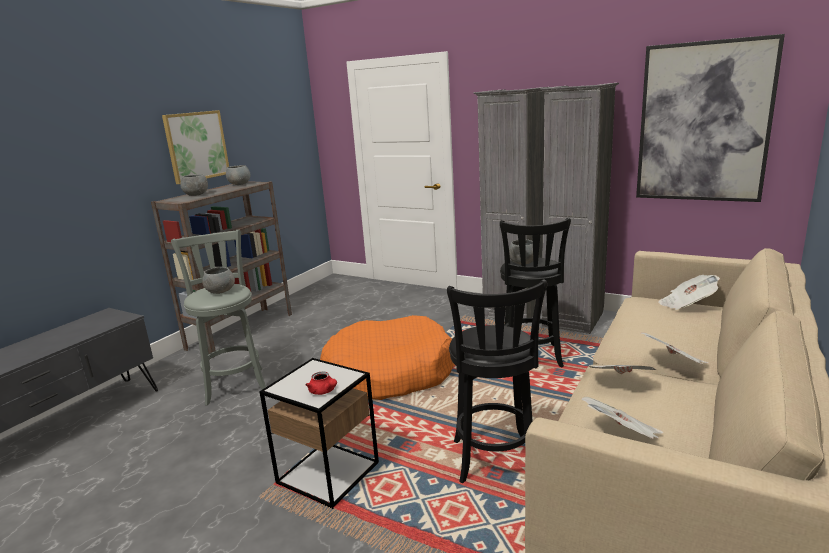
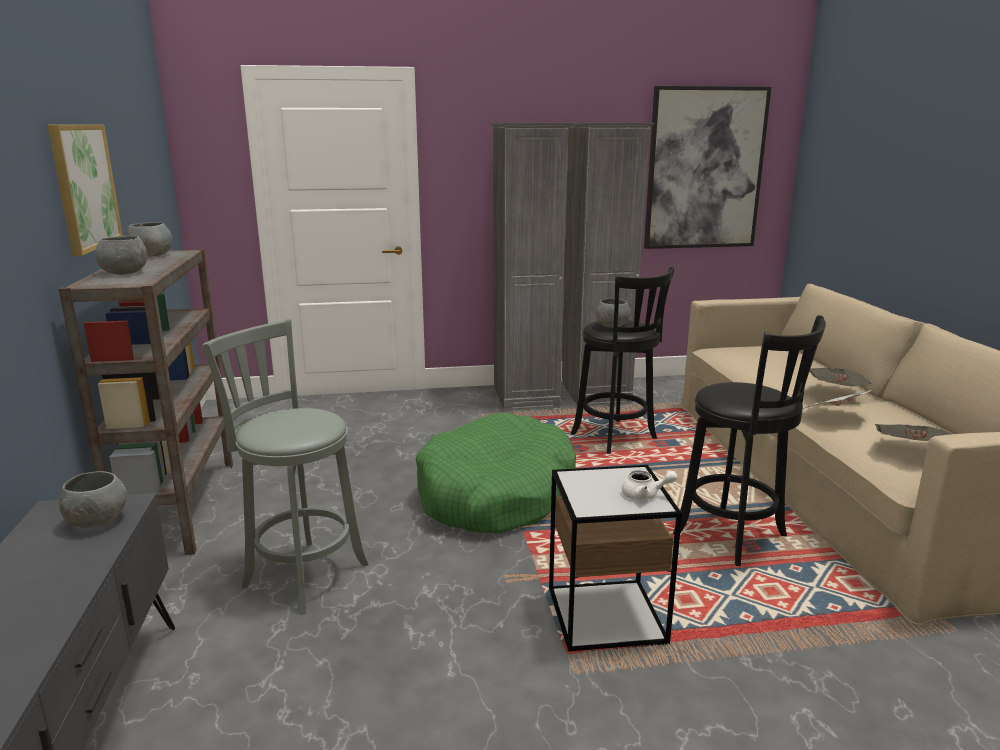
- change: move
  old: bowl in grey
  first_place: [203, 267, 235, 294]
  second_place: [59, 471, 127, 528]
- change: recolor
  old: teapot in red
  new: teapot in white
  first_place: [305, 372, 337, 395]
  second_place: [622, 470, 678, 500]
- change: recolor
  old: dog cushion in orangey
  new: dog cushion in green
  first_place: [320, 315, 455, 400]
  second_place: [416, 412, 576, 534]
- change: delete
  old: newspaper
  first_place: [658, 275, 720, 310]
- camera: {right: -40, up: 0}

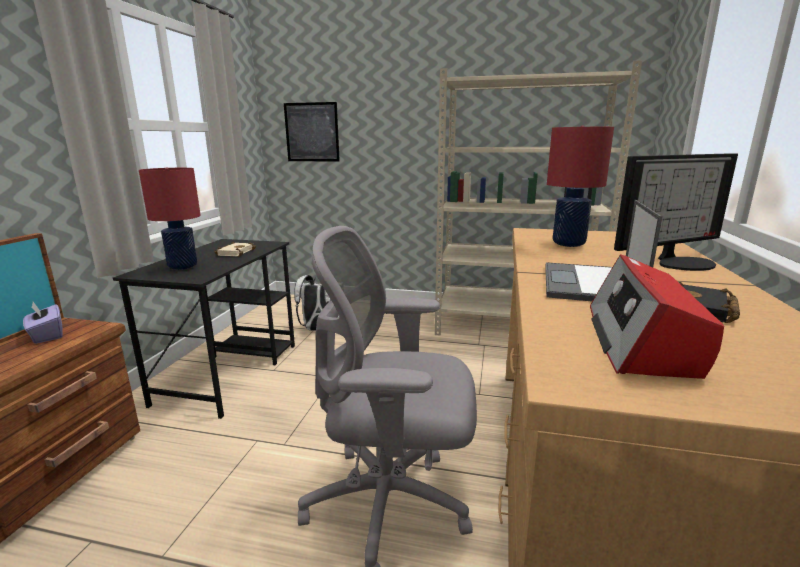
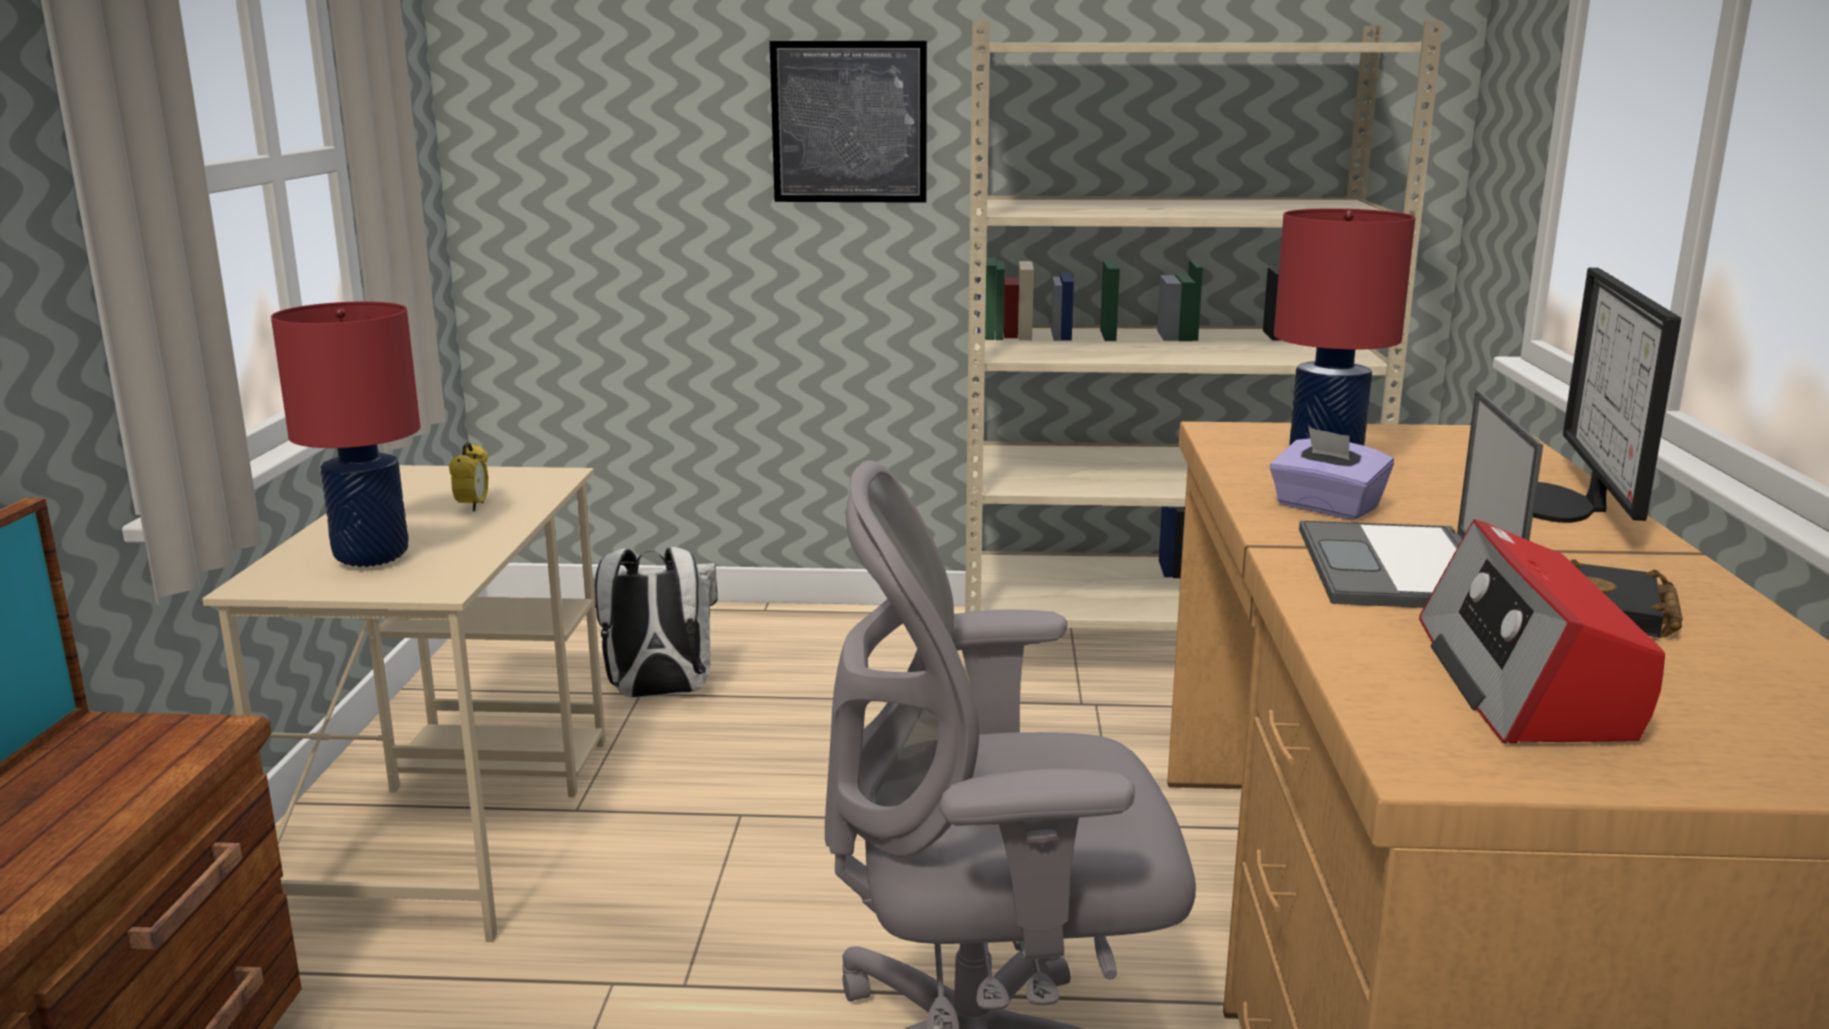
- change: move
  old: tissue holder in purple-coloured
  first_place: [23, 302, 63, 344]
  second_place: [1270, 427, 1394, 520]
- change: recolor
  old: desk unit in black
  new: desk unit in beige-coloured
  first_place: [113, 239, 295, 419]
  second_place: [202, 465, 606, 942]
- change: replace
  old: volume in beige-coloured
  new: bedside clock
  first_place: [214, 242, 256, 257]
  second_place: [449, 442, 488, 511]
- change: move
  old: wall art
  first_place: [284, 102, 340, 162]
  second_place: [770, 41, 927, 203]
- change: rotate
  old: computer screen
  first_place: [614, 153, 738, 271]
  second_place: [1533, 268, 1681, 523]
  degrees: 135
- camera: {right: -10, up: 0}

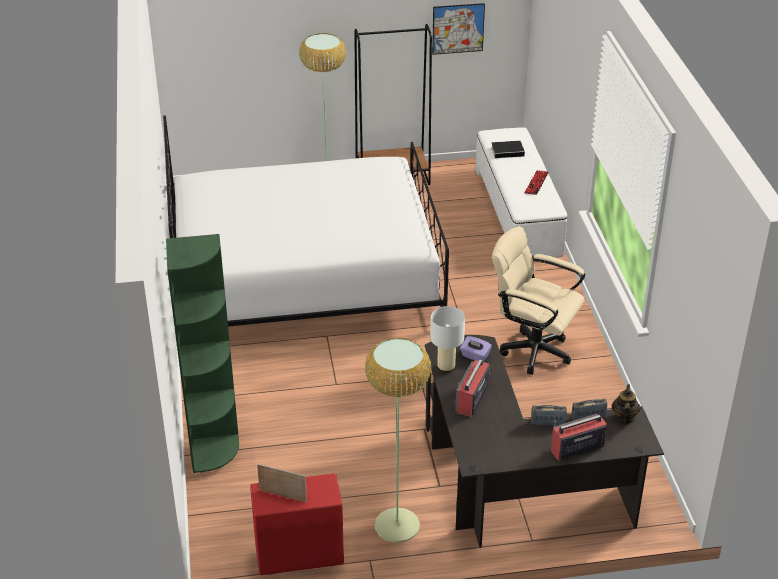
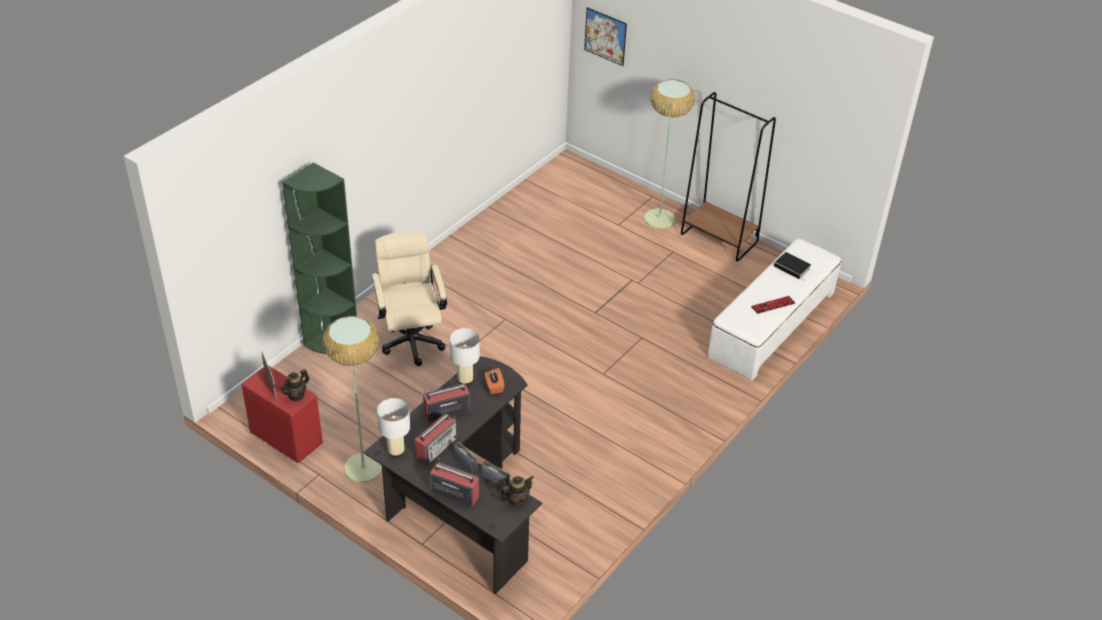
- change: delete
  old: bedroom bed in white
  first_place: [163, 116, 449, 327]
- change: move
  old: wall art
  first_place: [432, 3, 485, 55]
  second_place: [584, 7, 627, 66]
- change: recolor
  old: tissue holder in purple-coloured
  new: tissue holder in orangey
  first_place: [460, 336, 492, 361]
  second_place: [485, 368, 504, 394]
- change: move
  old: computer chair in beige-coloured
  first_place: [492, 226, 585, 375]
  second_place: [371, 231, 447, 366]
- change: insert
  new: teapot
  second_place: [280, 369, 310, 401]
- change: insert
  new: lamp for a table in white
  second_place: [377, 398, 410, 457]
- change: insert
  new: radio
  second_place: [415, 414, 457, 464]
- camera: {right: 45, up: 5}

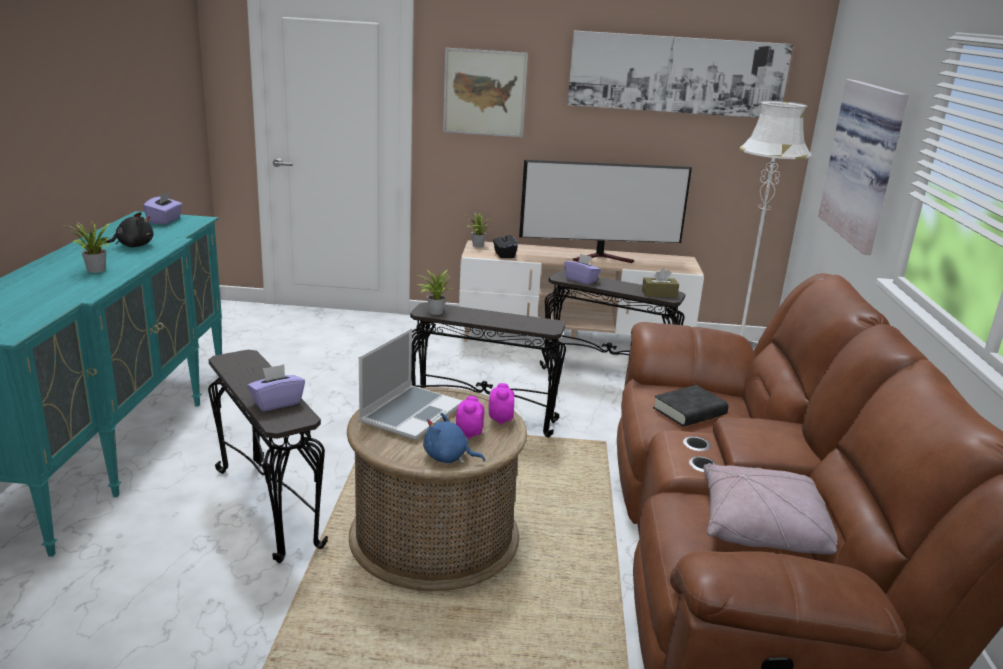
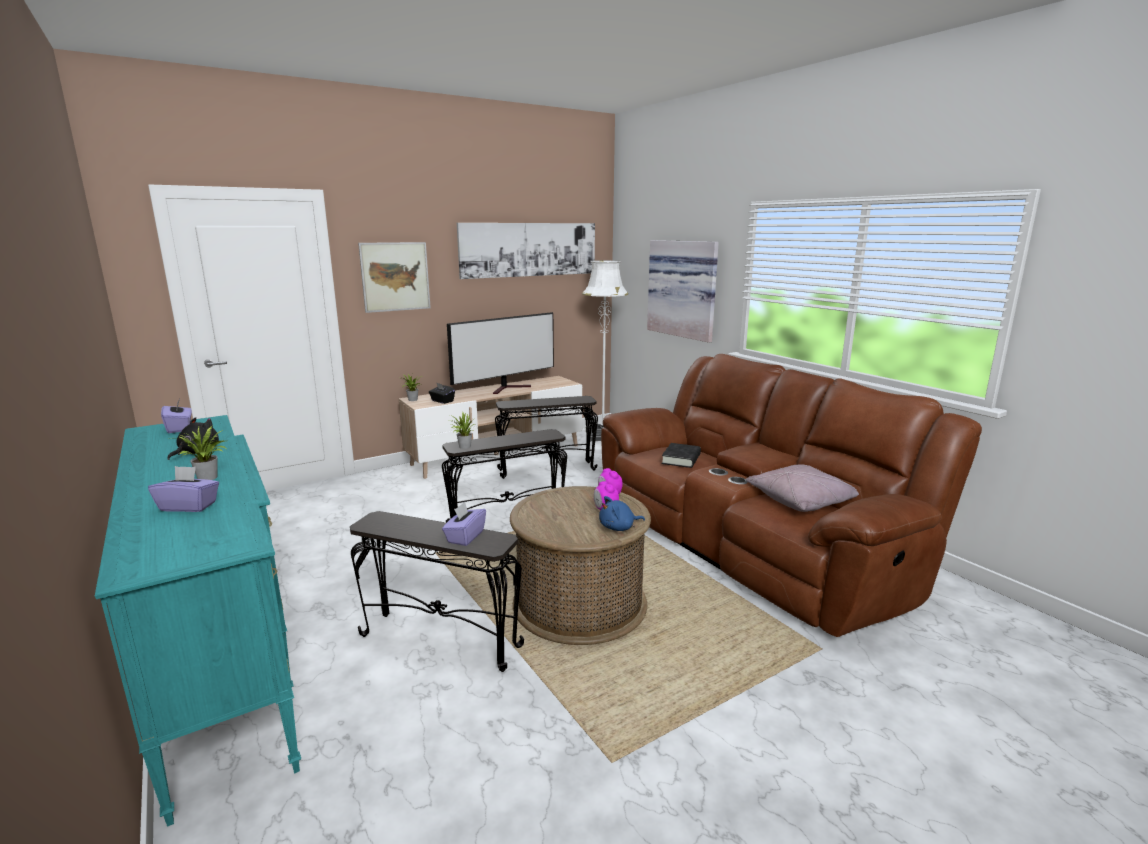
- change: delete
  old: notebook computer
  first_place: [359, 328, 462, 440]
- change: move
  old: tissue holder in purple-coloured
  first_place: [564, 253, 601, 284]
  second_place: [148, 466, 219, 512]
- change: delete
  old: tissue holder in brown-coloured
  first_place: [642, 268, 679, 298]
- camera: {right: -35, up: -5}

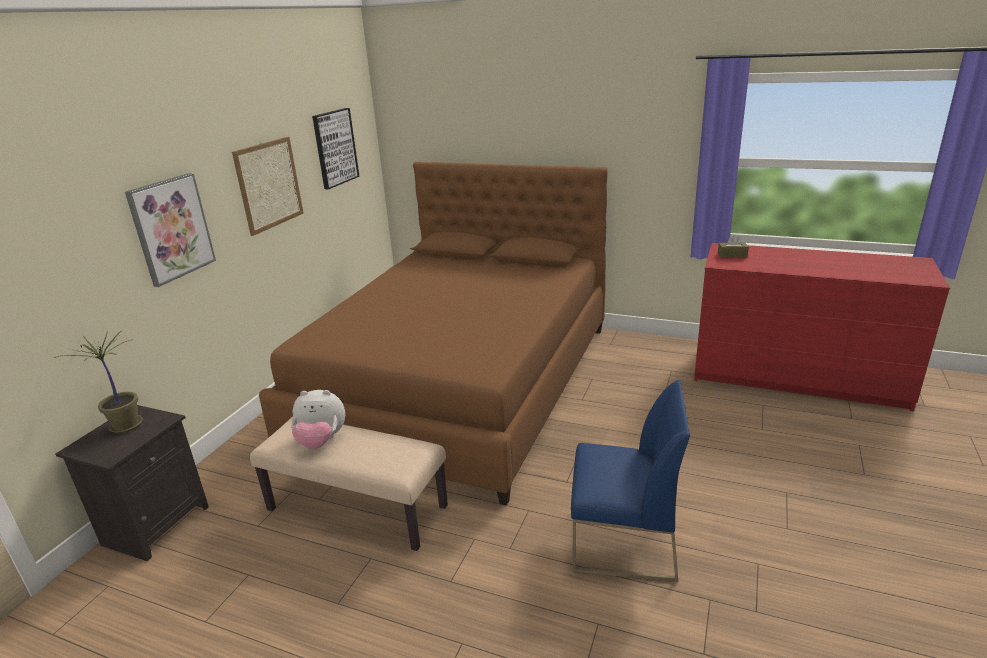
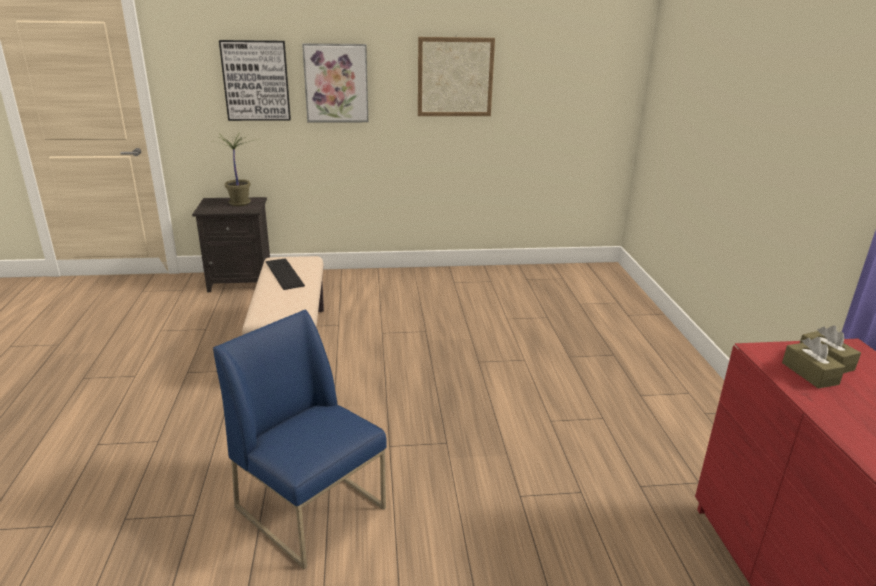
- change: delete
  old: bedroom bed in brown-coloured
  first_place: [259, 161, 608, 505]
- change: replace
  old: soft toy
  new: keyboard
  first_place: [291, 390, 345, 449]
  second_place: [266, 258, 305, 290]
- change: move
  old: wall art
  first_place: [312, 108, 360, 189]
  second_place: [219, 40, 291, 121]
- change: rotate
  old: chair in blue
  first_place: [571, 380, 690, 582]
  second_place: [213, 309, 387, 569]
  degrees: 150
- change: insert
  new: tissue holder in brown-coloured
  second_place: [782, 337, 845, 389]
- camera: {right: 60, up: 0}

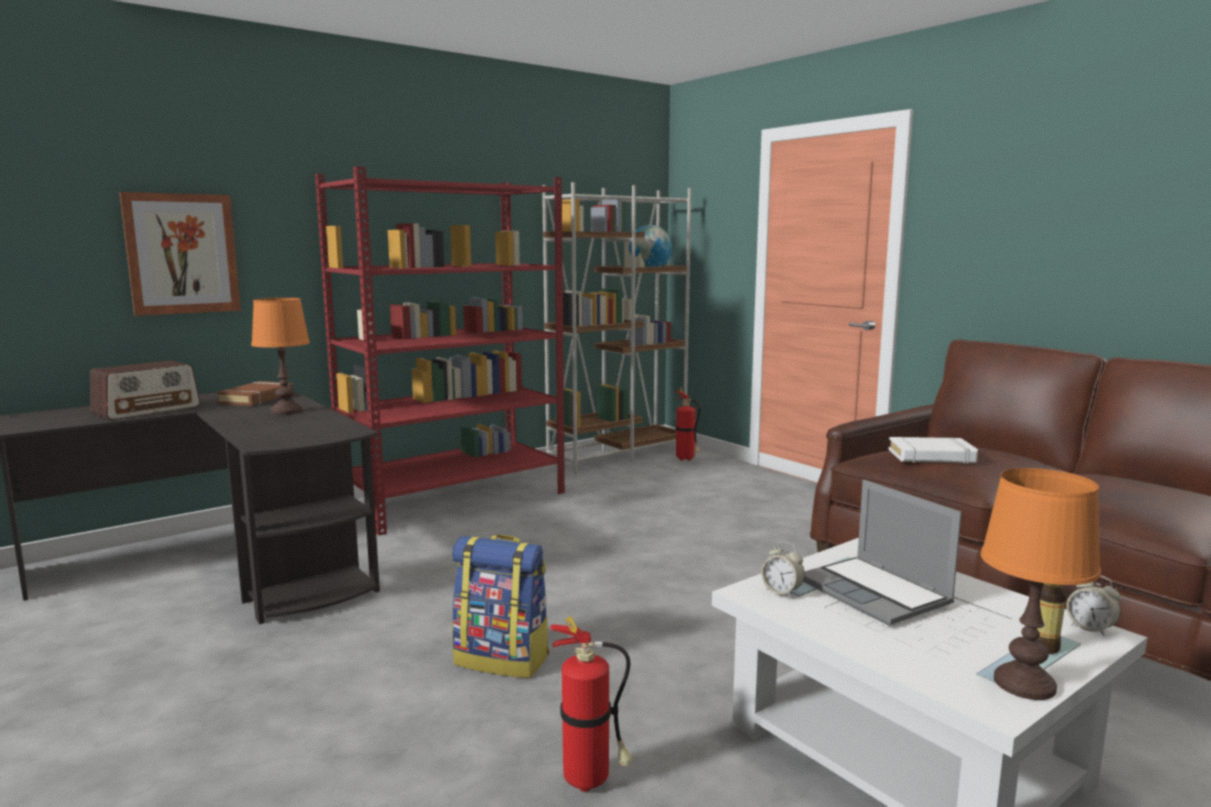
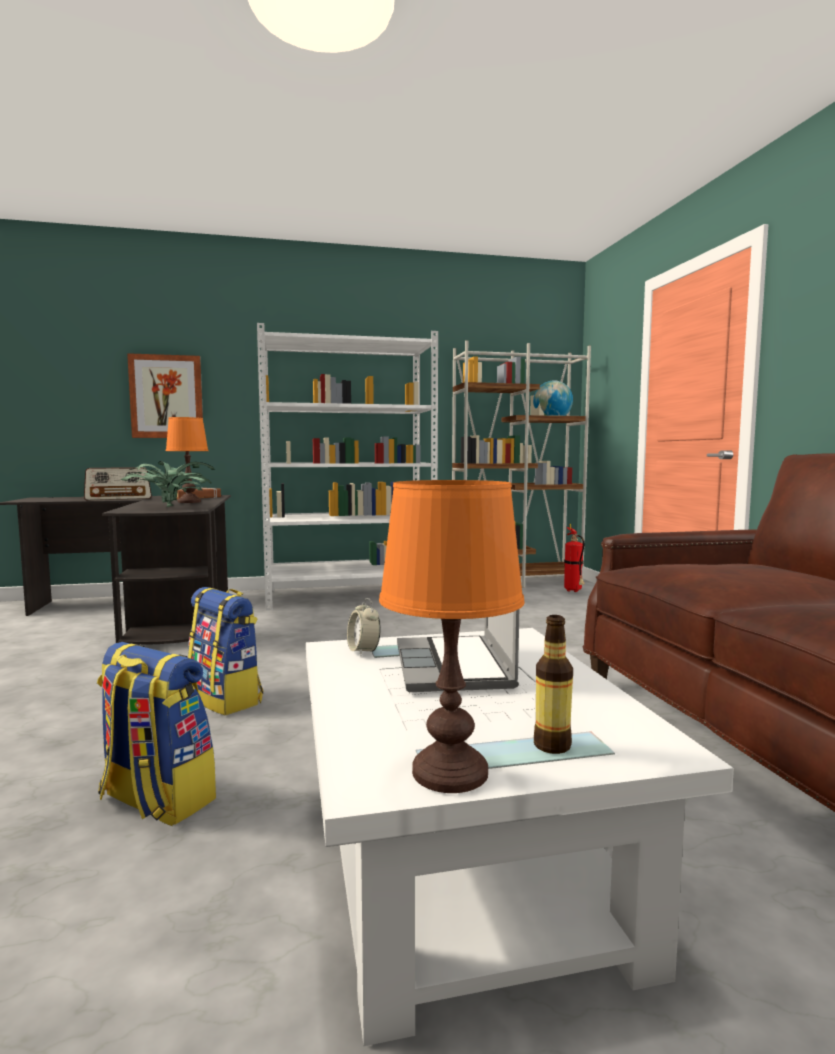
- change: recolor
  old: shelving unit in red
  new: shelving unit in white
  first_place: [315, 166, 565, 536]
  second_place: [257, 323, 438, 611]
- change: replace
  old: fire-fighting cylinder
  new: rucksack
  first_place: [550, 617, 633, 792]
  second_place: [97, 642, 216, 826]
- change: delete
  old: volume in white
  first_place: [888, 437, 978, 464]
- change: delete
  old: bedside clock
  first_place: [1066, 576, 1121, 636]
- change: insert
  new: potted plant
  second_place: [121, 461, 215, 507]
- camera: {right: 25, up: -5}

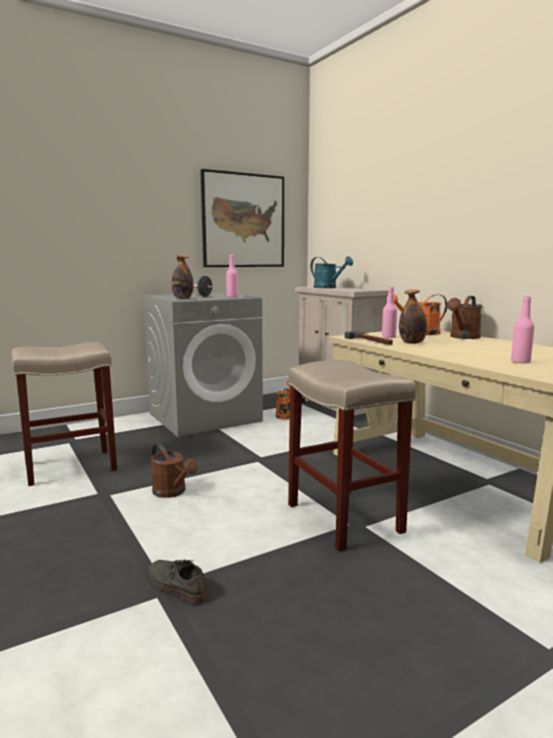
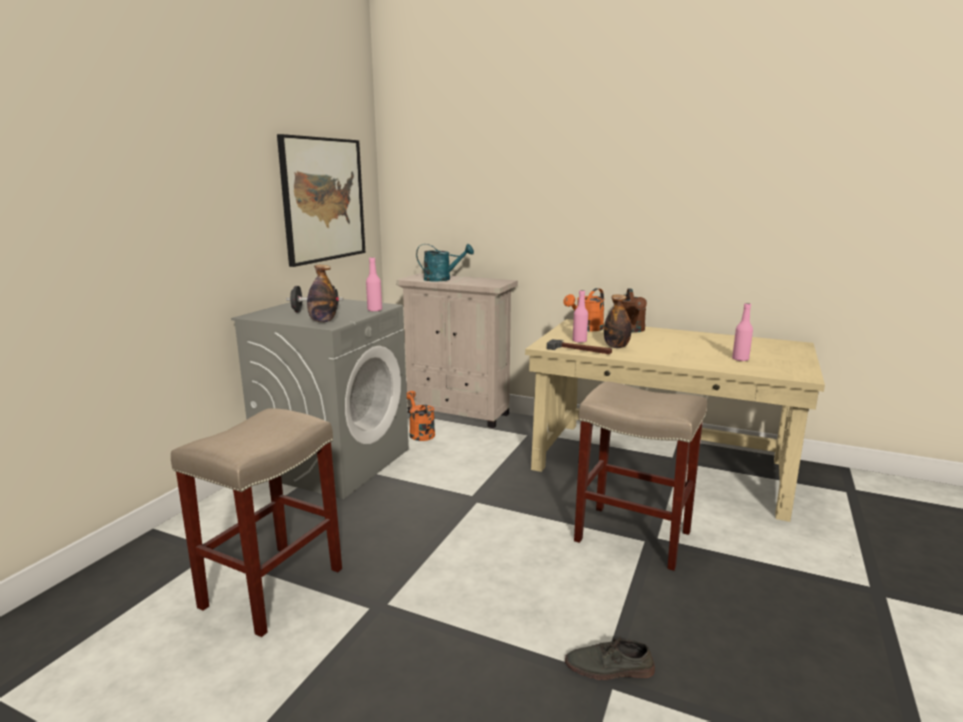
- change: delete
  old: watering can in brown-coloured
  first_place: [151, 443, 198, 498]
- camera: {right: -35, up: 5}

